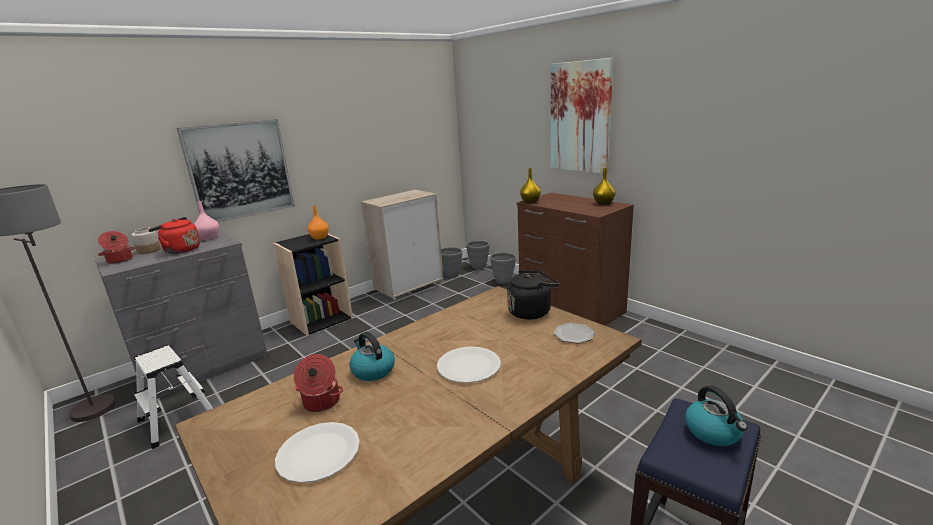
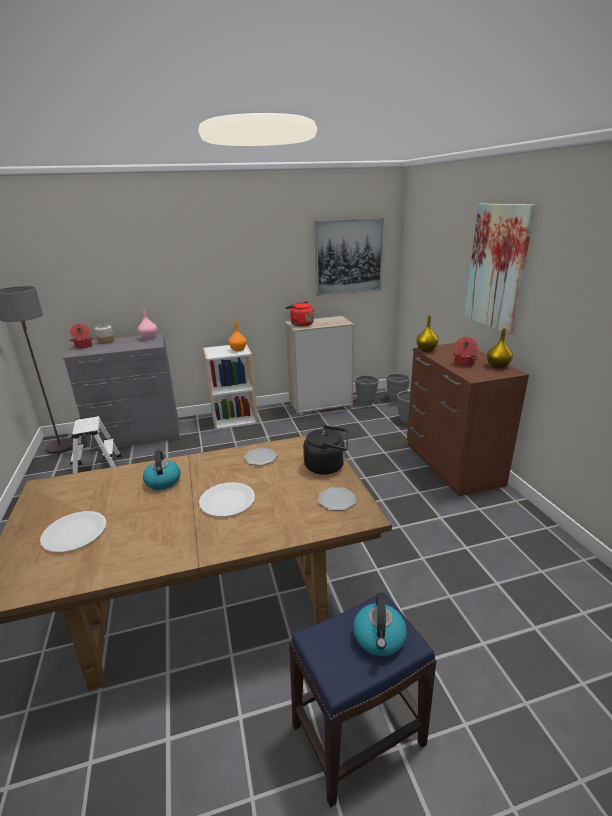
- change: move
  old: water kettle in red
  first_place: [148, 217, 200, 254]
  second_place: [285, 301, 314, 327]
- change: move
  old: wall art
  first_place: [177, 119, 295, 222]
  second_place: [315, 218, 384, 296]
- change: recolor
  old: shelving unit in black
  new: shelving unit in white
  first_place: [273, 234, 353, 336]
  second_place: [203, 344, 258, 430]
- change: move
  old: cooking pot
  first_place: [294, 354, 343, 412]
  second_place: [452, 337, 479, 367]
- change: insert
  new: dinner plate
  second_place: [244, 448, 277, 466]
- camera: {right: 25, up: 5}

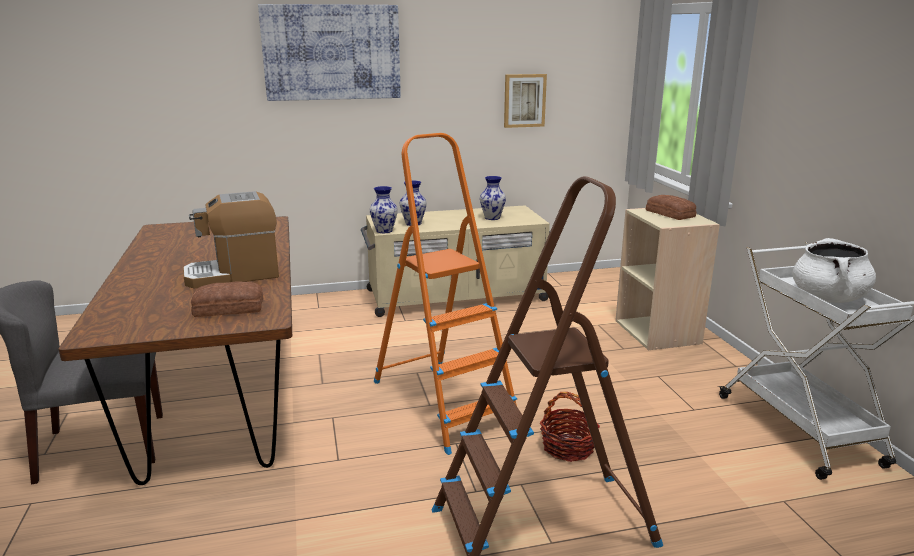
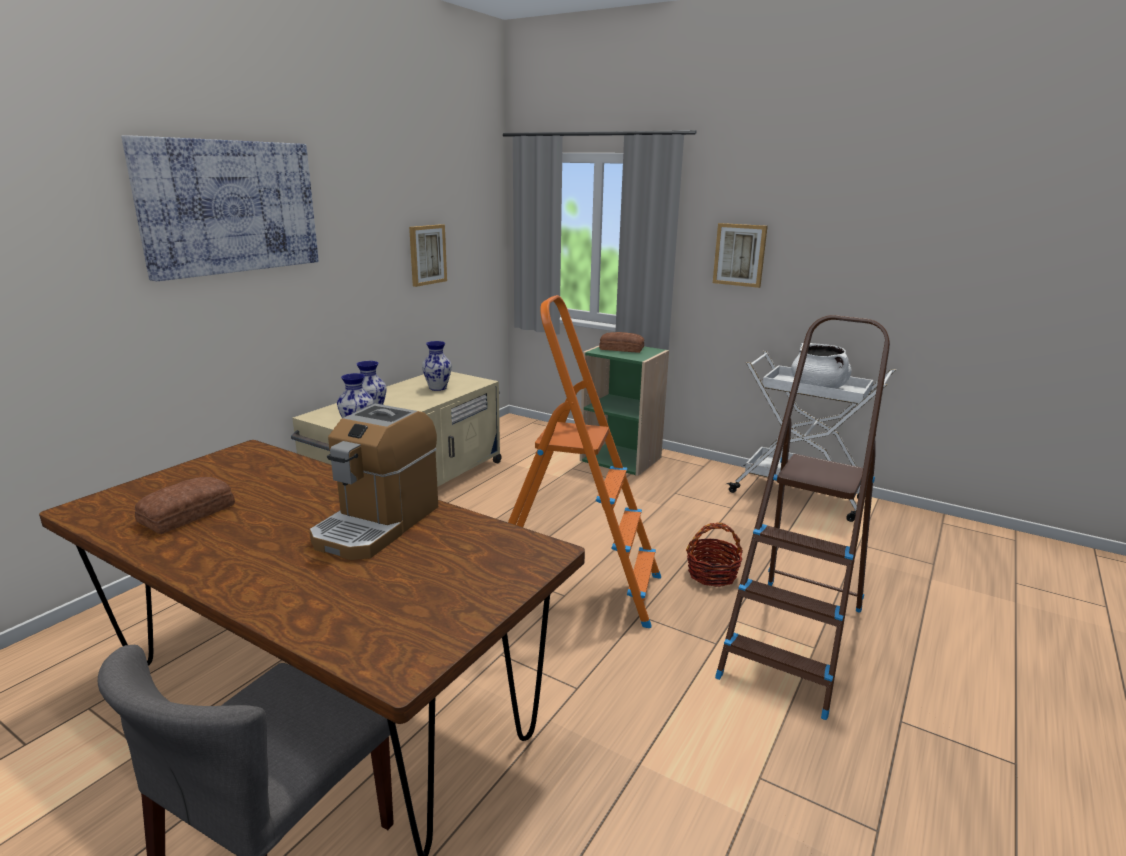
- change: move
  old: bread
  first_place: [191, 281, 263, 317]
  second_place: [135, 477, 235, 534]
- change: recolor
  old: shelving unit in beige-coloured
  new: shelving unit in green
  first_place: [615, 208, 720, 350]
  second_place: [580, 346, 669, 476]
- change: insert
  new: wall art
  second_place: [713, 223, 768, 288]
- camera: {right: -45, up: 0}

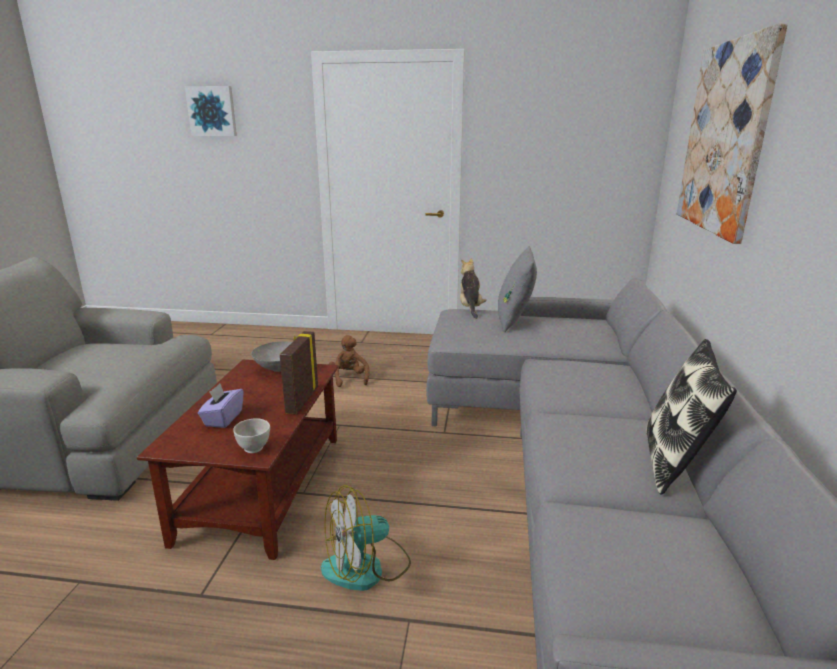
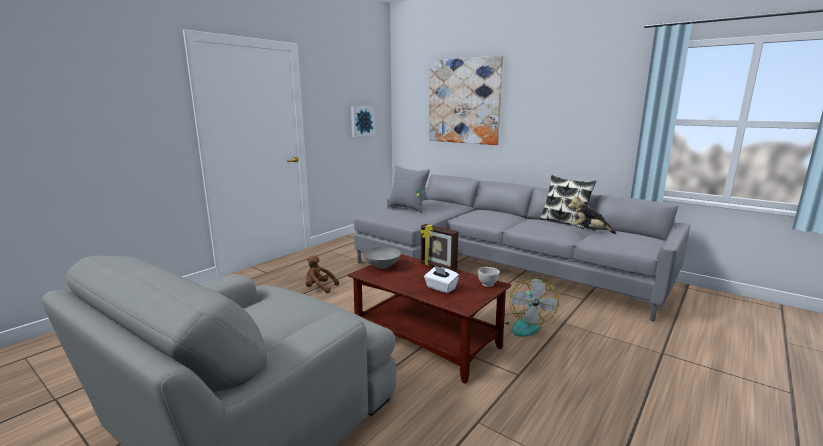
- change: move
  old: wall art
  first_place: [185, 86, 237, 136]
  second_place: [351, 106, 375, 137]
- change: recolor
  old: tissue holder in purple-coloured
  new: tissue holder in white
  first_place: [198, 384, 244, 428]
  second_place: [424, 265, 459, 293]
- change: move
  old: soft toy
  first_place: [460, 259, 487, 319]
  second_place: [568, 195, 616, 234]
- camera: {right: -60, up: -5}

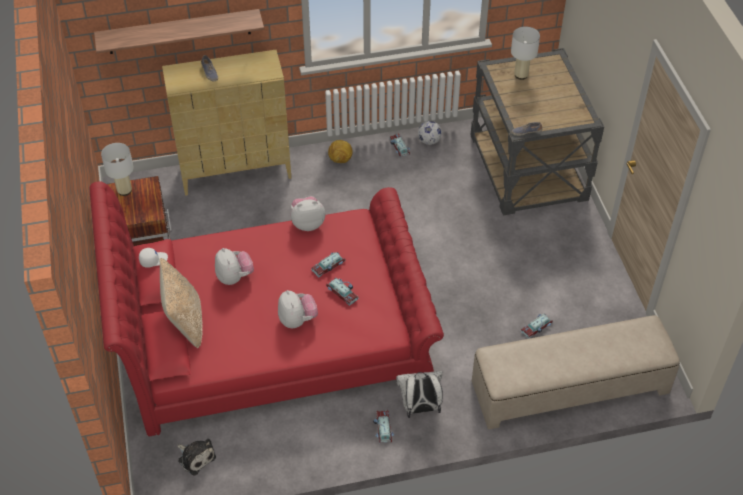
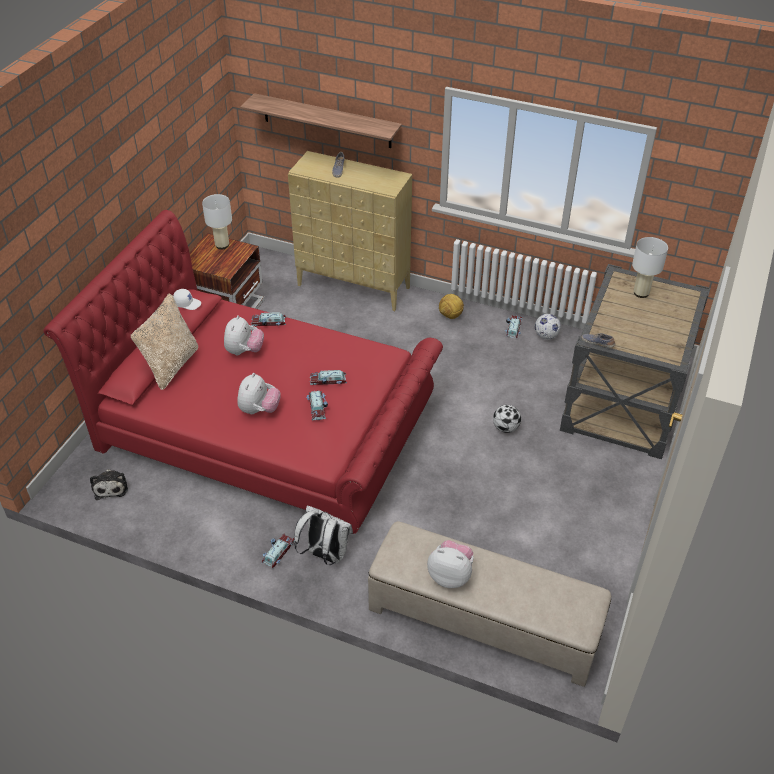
- change: move
  old: soft toy
  first_place: [291, 196, 326, 231]
  second_place: [427, 540, 474, 588]
- change: move
  old: model car
  first_place: [521, 314, 553, 339]
  second_place: [251, 312, 286, 326]
- change: insert
  new: football
  second_place: [493, 405, 521, 433]
- camera: {right: 35, up: -5}

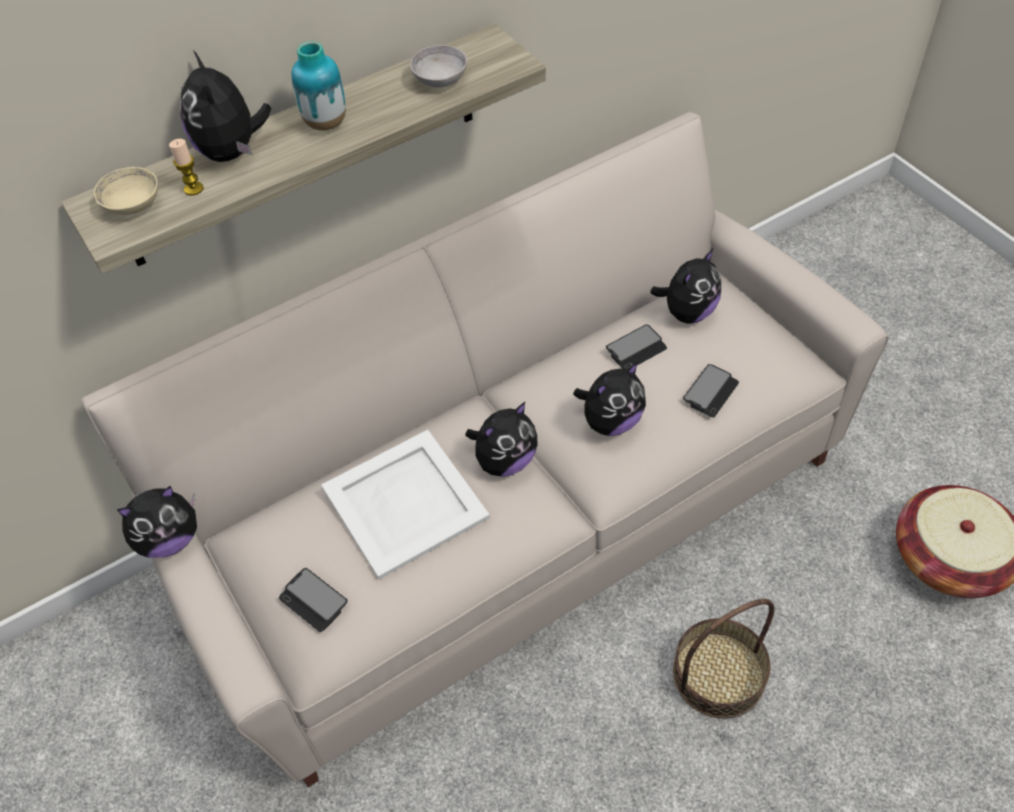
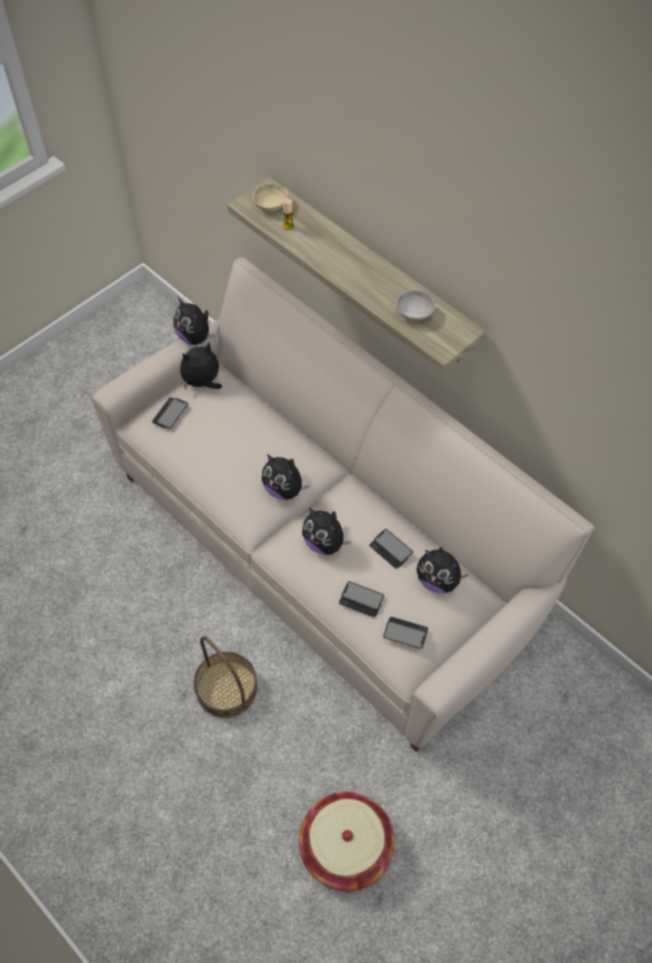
- change: move
  old: soft toy
  first_place: [180, 50, 271, 162]
  second_place: [180, 342, 222, 390]
- change: delete
  old: decorative vase
  first_place: [292, 41, 346, 131]
- change: delete
  old: serving tray in white
  first_place: [321, 430, 490, 580]
- change: insert
  new: telephone
  second_place: [383, 617, 428, 649]
- camera: {right: 75, up: 5}

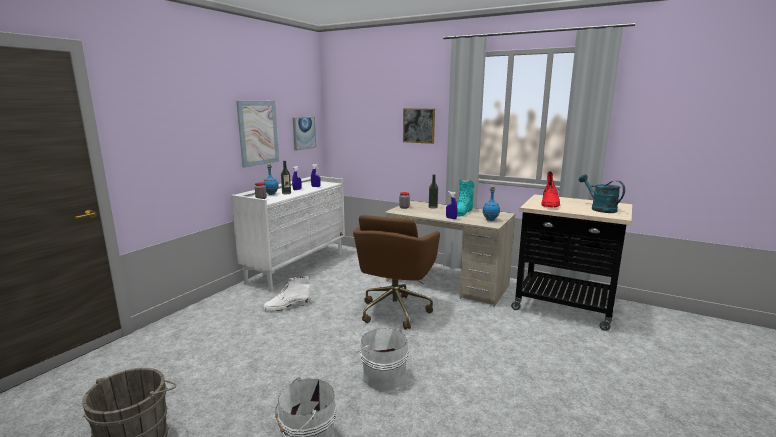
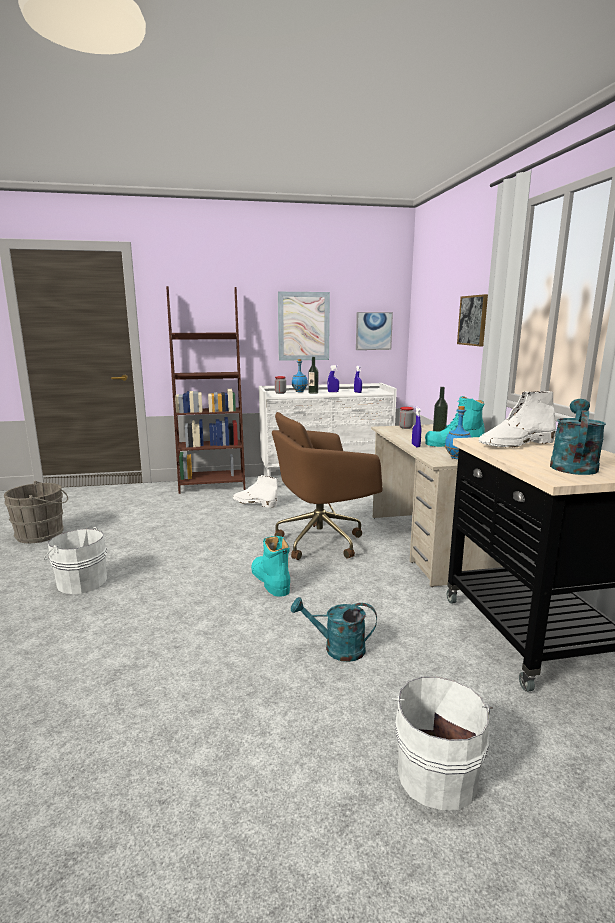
- change: move
  old: water bucket in white
  first_place: [356, 328, 408, 391]
  second_place: [392, 677, 493, 810]
- change: recolor
  old: high-top boot in red
  new: high-top boot in white
  first_place: [542, 171, 560, 207]
  second_place: [479, 391, 556, 448]
- change: insert
  new: shelving unit in brown-coloured
  second_place: [166, 286, 246, 494]
- change: insert
  new: high-top boot in turquoise
  second_place: [251, 536, 290, 597]
- change: insert
  new: watering can in turquoise
  second_place: [291, 597, 377, 662]
- camera: {right: 50, up: 0}

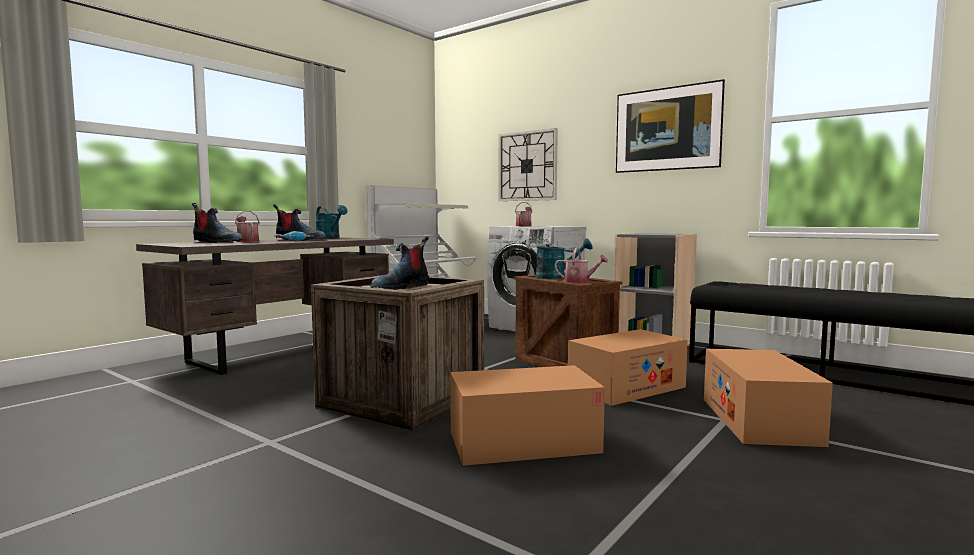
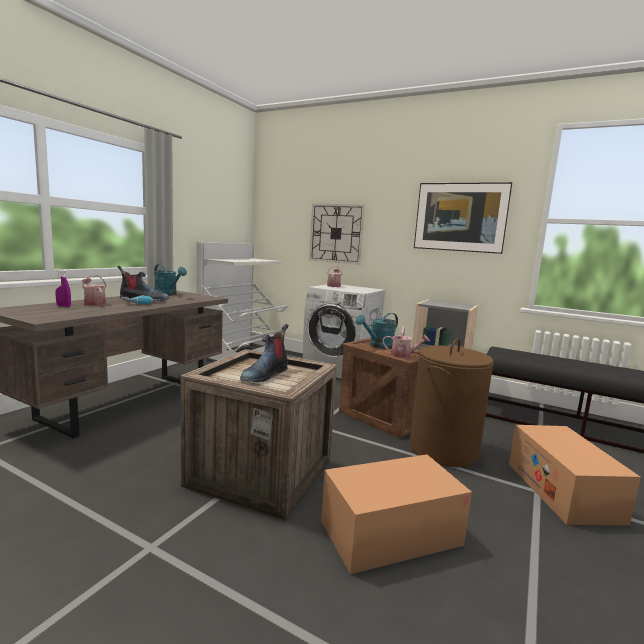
- change: replace
  old: high-top boot
  new: sprayer in purple-coloured
  first_place: [192, 203, 243, 243]
  second_place: [55, 269, 71, 307]
- change: rotate
  old: watering can in turquoise
  first_place: [528, 238, 593, 279]
  second_place: [356, 313, 398, 349]
  degrees: 150
- change: replace
  old: cardboard box
  new: laundry basket in brown-coloured
  first_place: [568, 329, 688, 406]
  second_place: [410, 338, 494, 467]
- camera: {right: -10, up: 5}

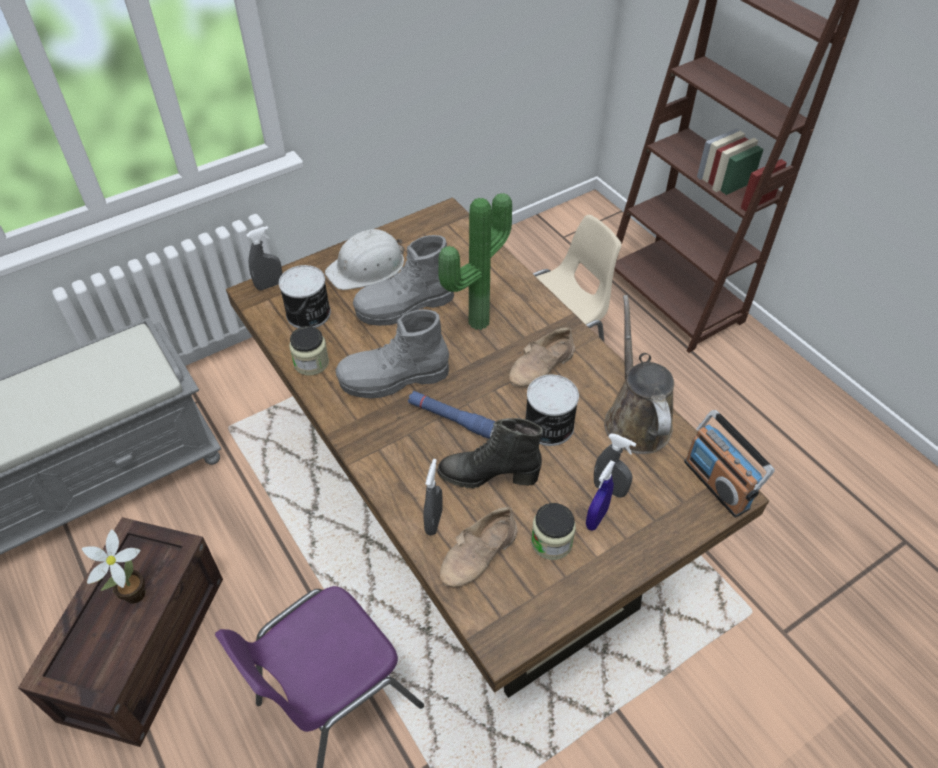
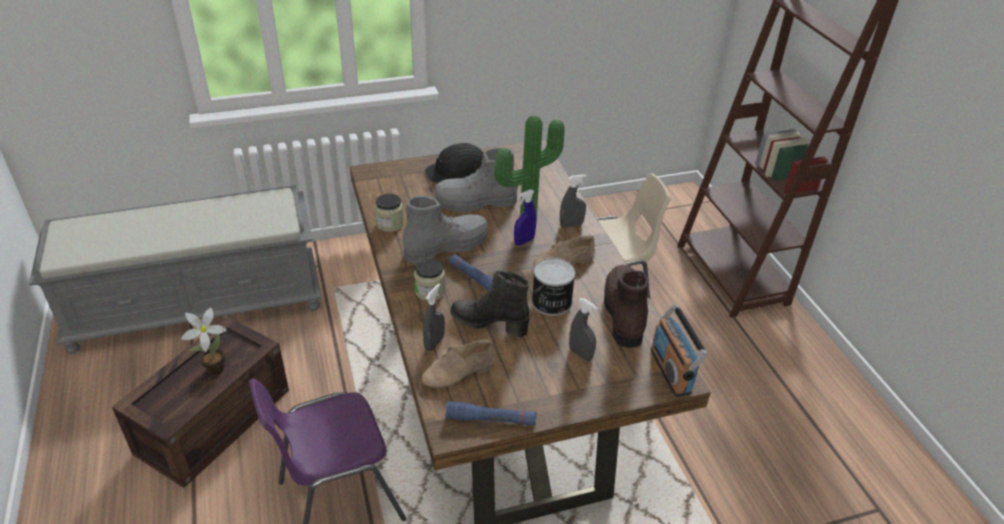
- change: move
  old: sprayer in grey
  first_place: [247, 226, 282, 290]
  second_place: [560, 174, 587, 228]
- change: delete
  old: sealed can
  first_place: [279, 265, 331, 328]
- change: recolor
  old: safety helmet in white
  new: safety helmet in black
  first_place: [325, 229, 404, 290]
  second_place: [425, 143, 483, 183]
- change: rotate
  old: high-top boot in grey
  first_place: [335, 309, 449, 398]
  second_place: [403, 196, 488, 265]
  degrees: 150
- change: move
  old: storage jar
  first_place: [531, 503, 576, 560]
  second_place: [414, 258, 445, 301]
- change: move
  old: sprayer in blue
  first_place: [586, 461, 615, 531]
  second_place: [514, 189, 536, 246]
- change: replace
  old: watering can in brown-coloured
  new: high-top boot in brown-coloured
  first_place: [604, 295, 674, 454]
  second_place: [604, 265, 649, 348]
- change: insert
  new: hand torch in blue
  second_place: [446, 401, 537, 425]
- camera: {right: 15, up: -10}

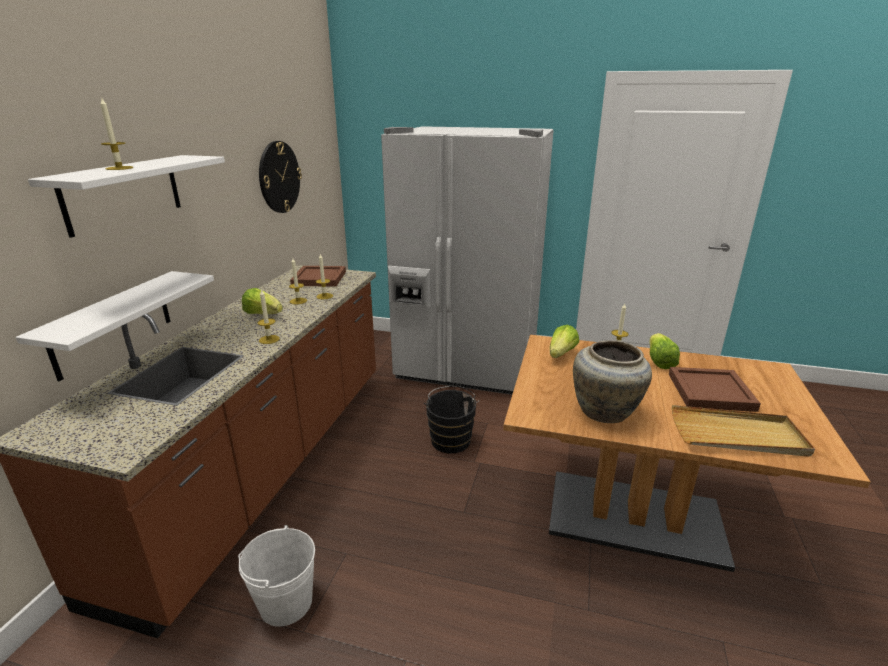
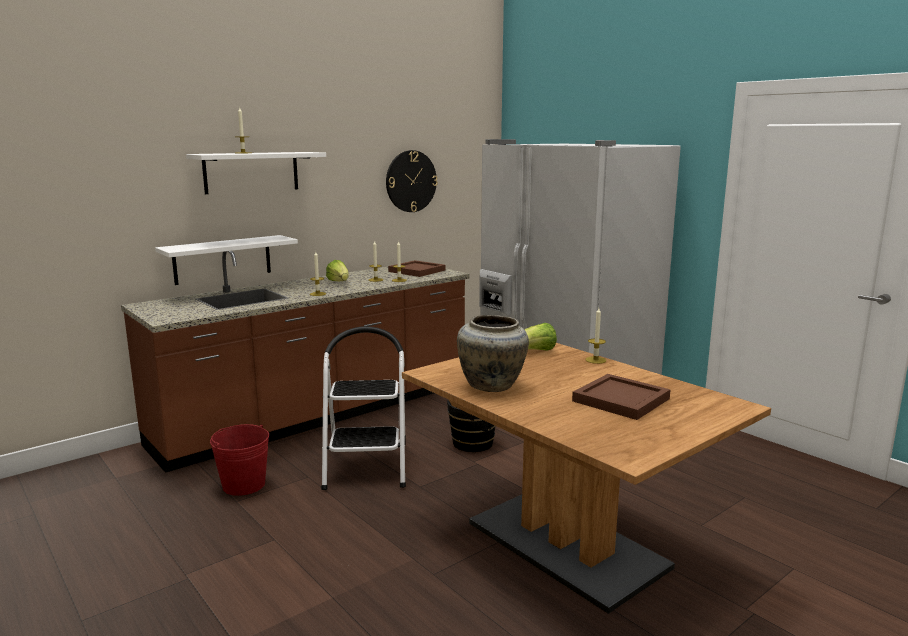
- change: recolor
  old: water bucket in white
  new: water bucket in red
  first_place: [238, 525, 315, 627]
  second_place: [210, 424, 269, 496]
- change: delete
  old: lettuce head
  first_place: [649, 333, 680, 369]
- change: delete
  old: serving tray in beige-coloured
  first_place: [672, 405, 815, 457]
- change: insert
  new: stepladder
  second_place: [321, 326, 406, 490]
- camera: {right: 35, up: -10}

